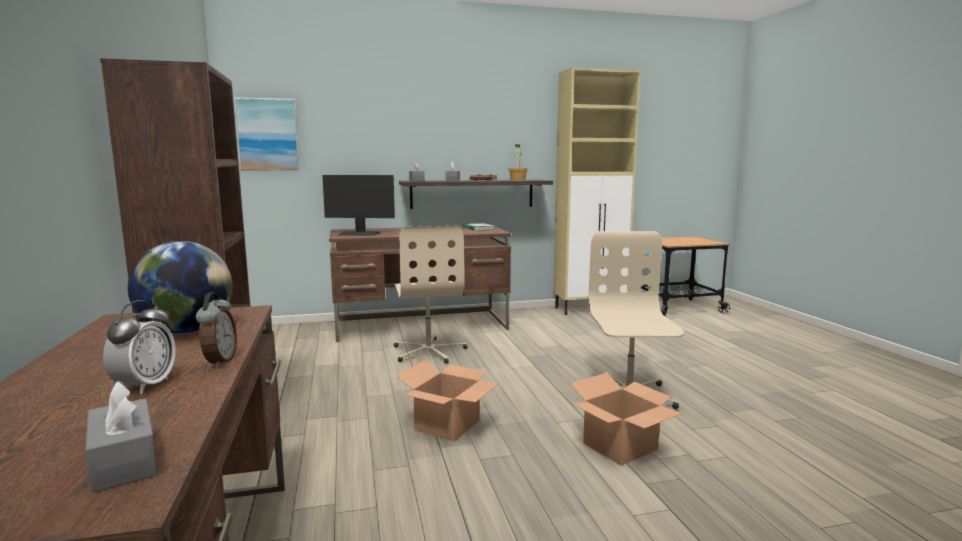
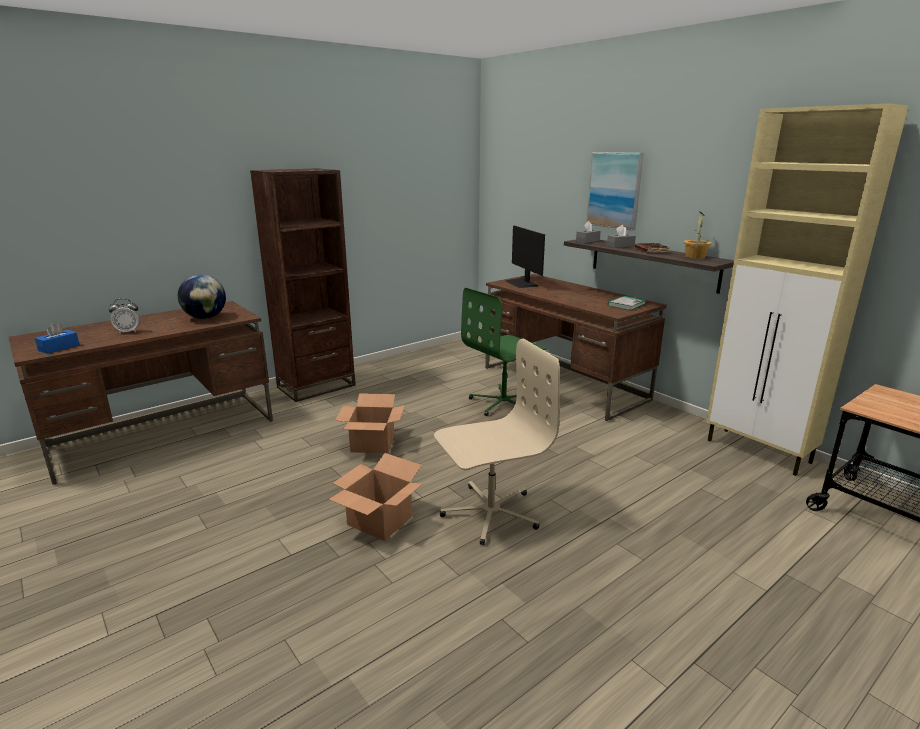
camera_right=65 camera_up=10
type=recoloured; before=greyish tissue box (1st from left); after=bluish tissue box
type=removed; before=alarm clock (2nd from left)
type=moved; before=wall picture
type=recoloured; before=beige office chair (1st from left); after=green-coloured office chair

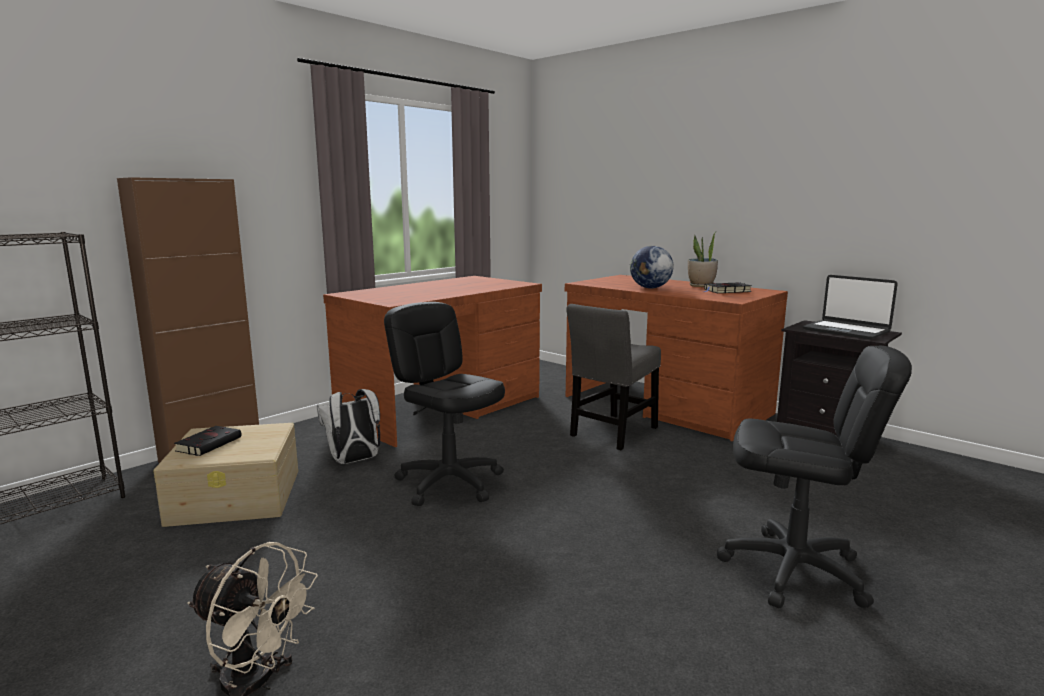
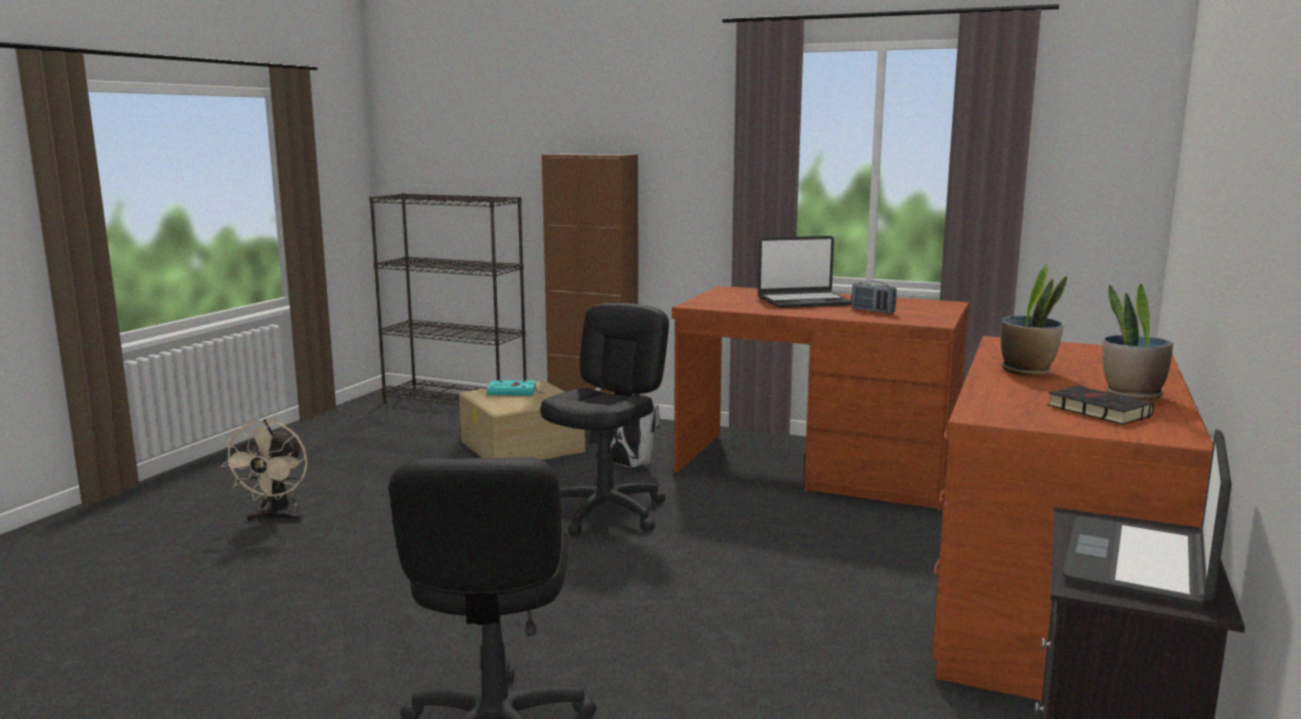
camera_right=70 camera_up=0
type=recoloured; before=black volume (1st from left); after=turquoise volume
type=removed; before=greyish plain chair
type=replaced; before=globe; after=houseplant (1st from left)
type=added; after=portable computer (1st from left)
type=added; after=radio receiver

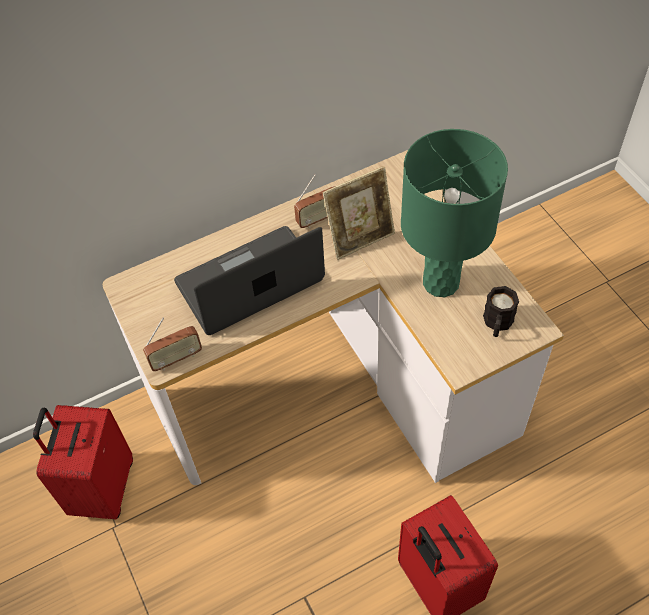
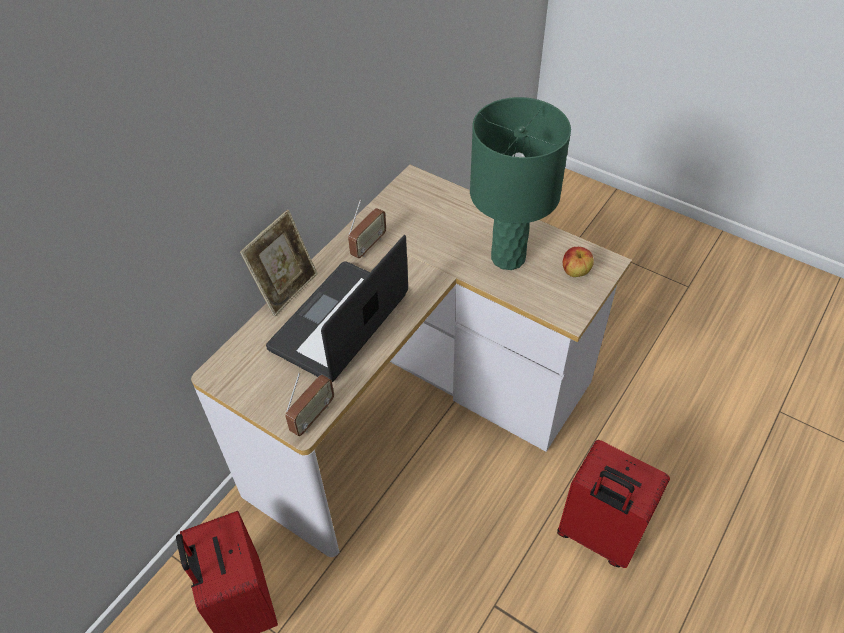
camera_right=-30 camera_up=-5
type=moved; before=picture frame
type=replaced; before=black coffee mug; after=apple

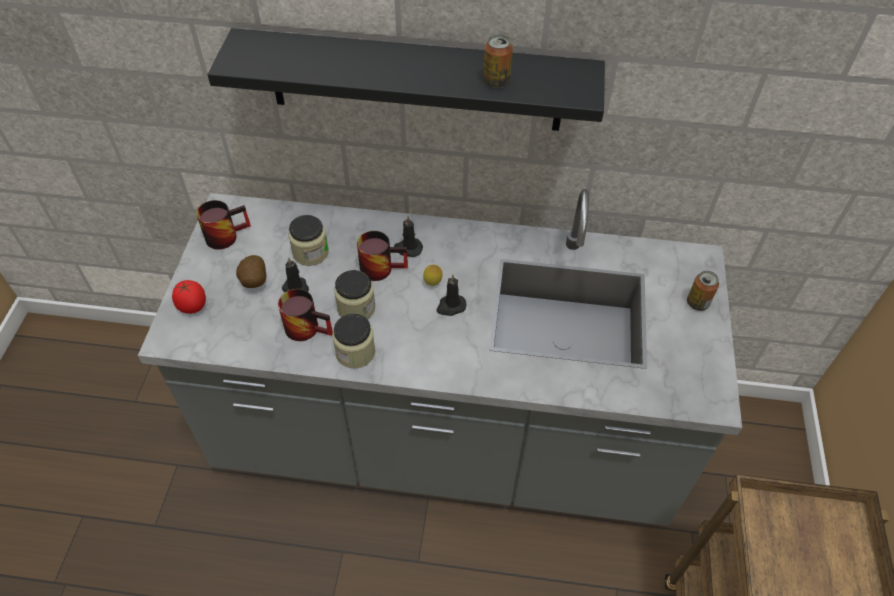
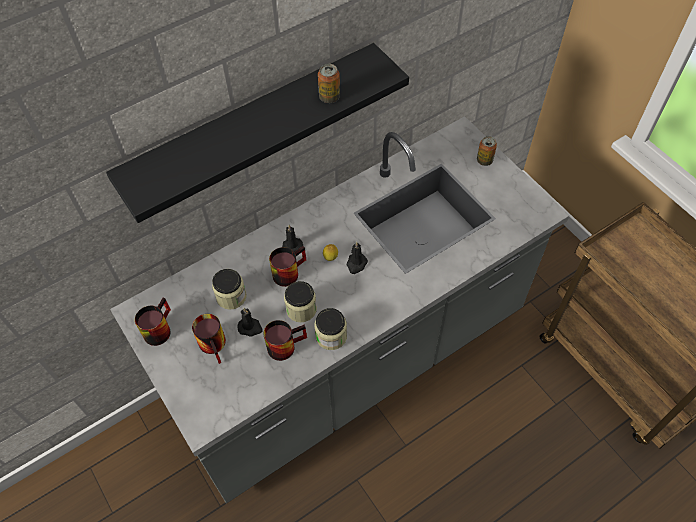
camera_right=-40 camera_up=5
type=removed; before=whole tomato
type=replaced; before=spud; after=coffee mug (2nd from left)

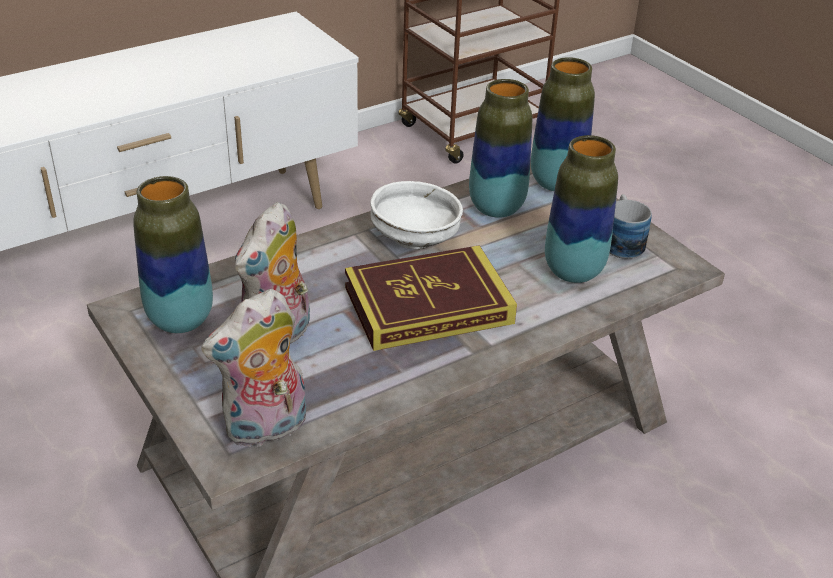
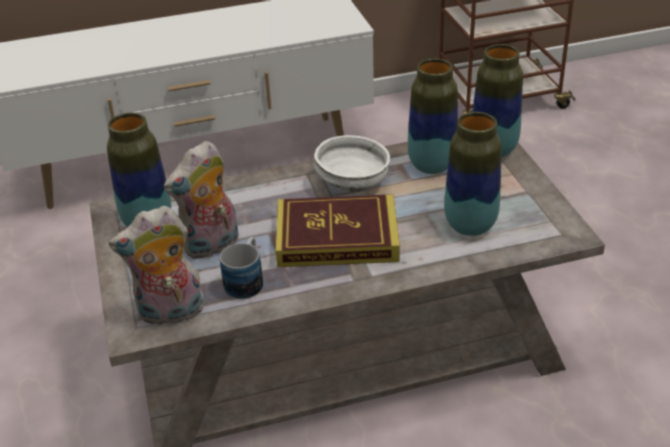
camera_right=20 camera_up=0
type=moved; before=coffee mug

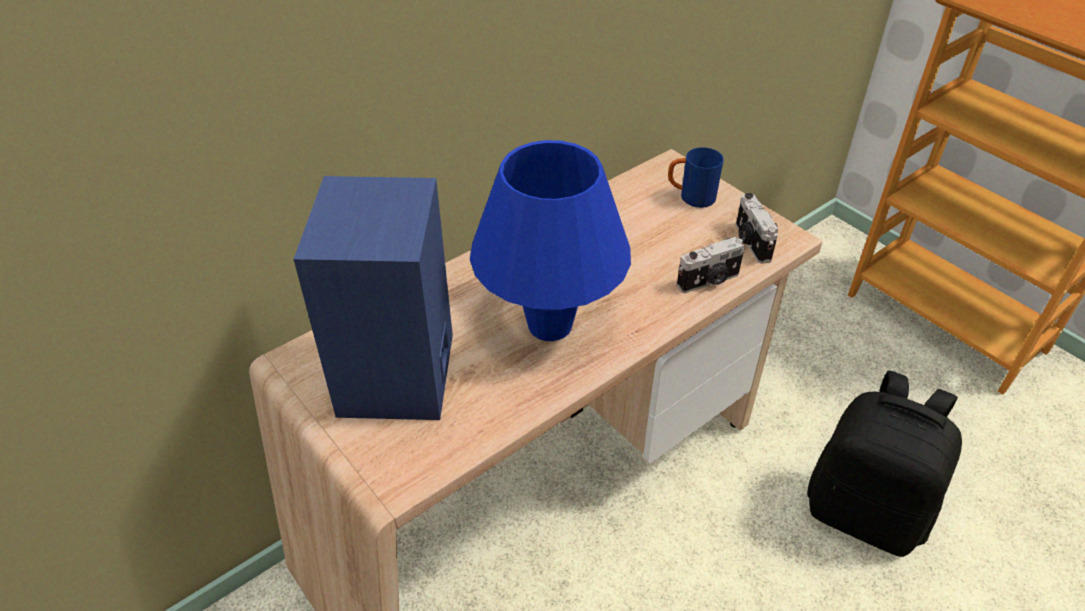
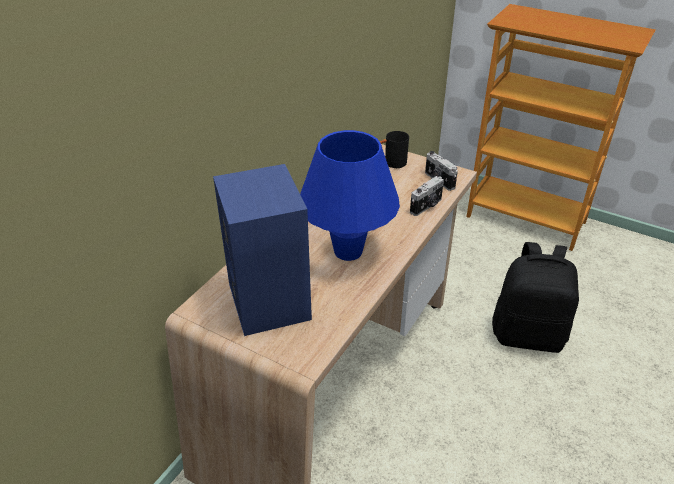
camera_right=-20 camera_up=-5
type=recoloured; before=bluish coffee mug; after=black coffee mug

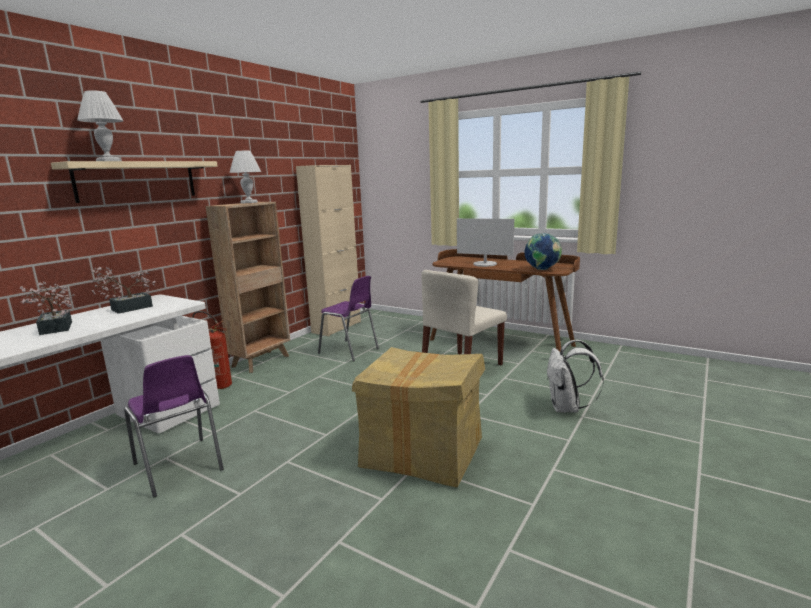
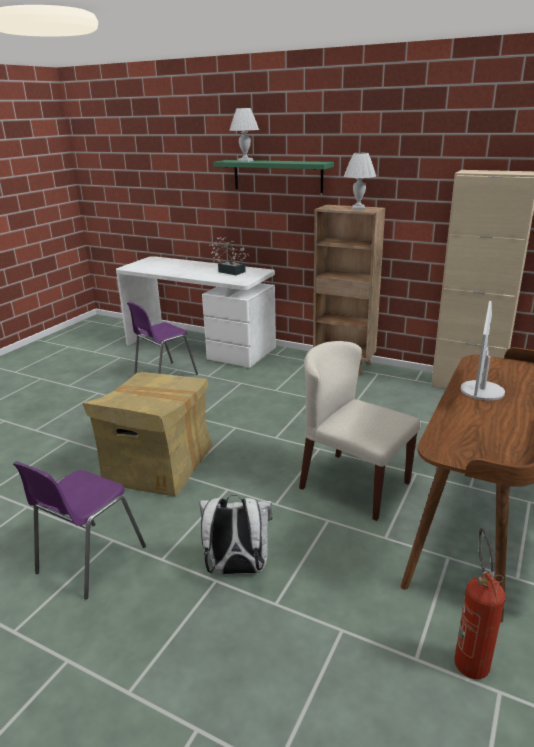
camera_right=85 camera_up=10
type=removed; before=houseplant (1st from left)
type=recoloured; before=beige wall shelf; after=green-coloured wall shelf
type=moved; before=fire-fighting cylinder
type=moved; before=purplish plain chair (2nd from left in the first image); after=purplish plain chair (1st from left)
type=removed; before=globe

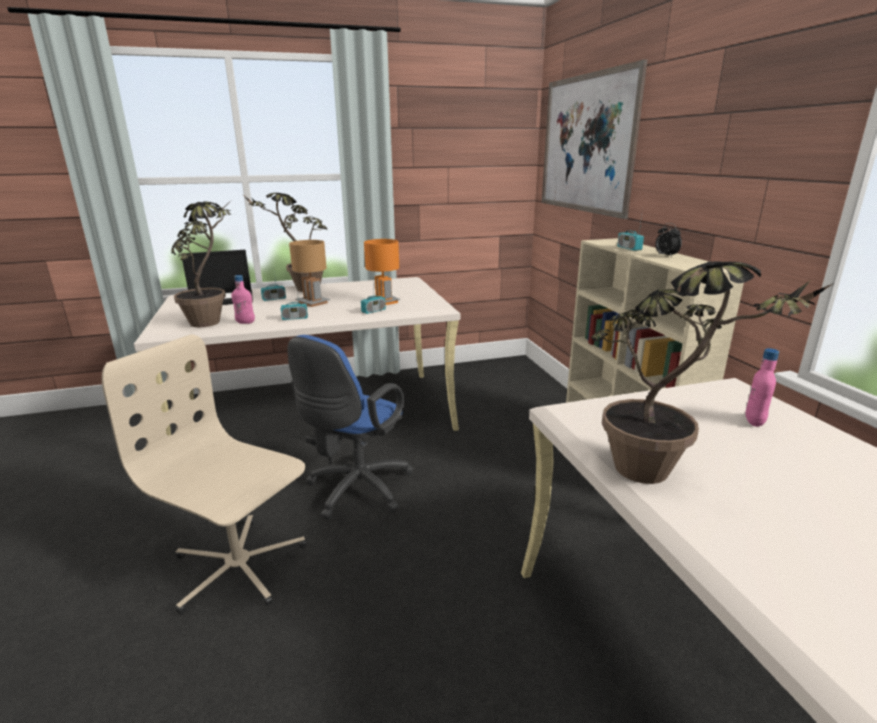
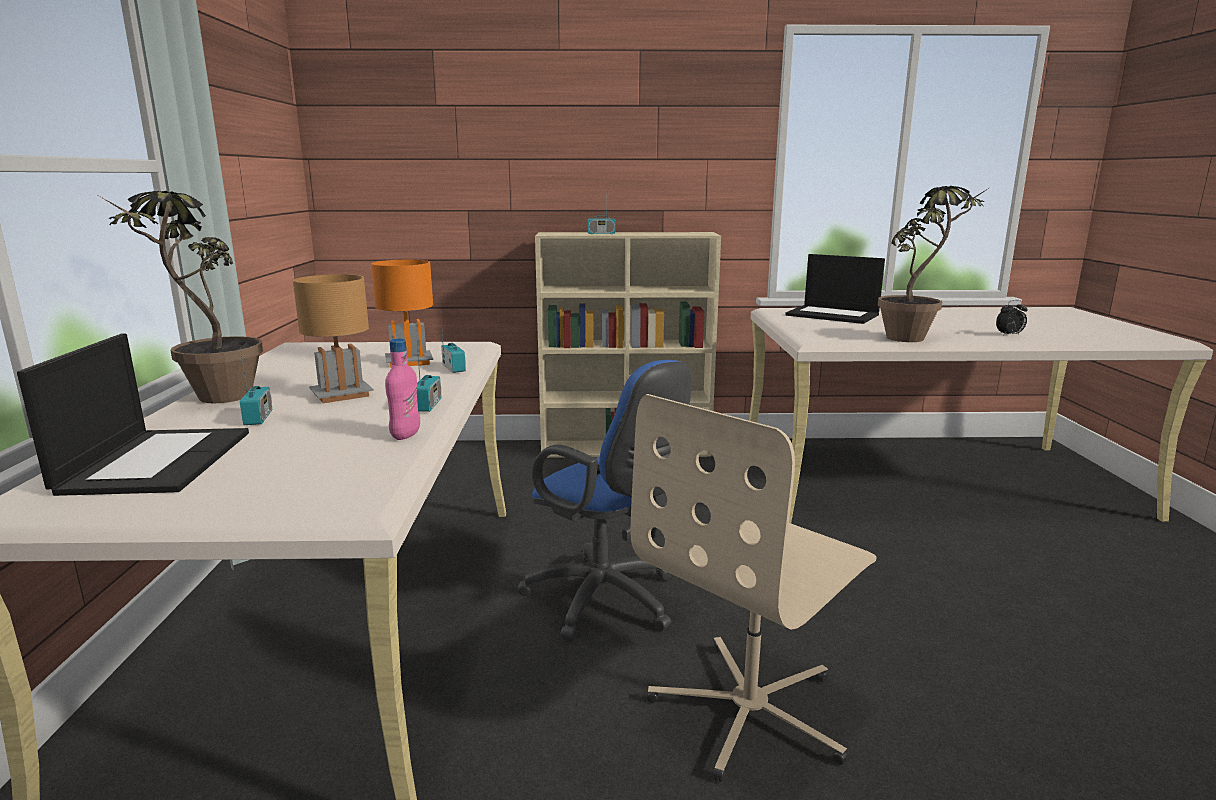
camera_right=-75 camera_up=-5
type=removed; before=houseplant (1st from left)
type=removed; before=wall picture
type=moved; before=alarm clock
type=replaced; before=pink bottle (2nd from left); after=portable computer (2nd from left)

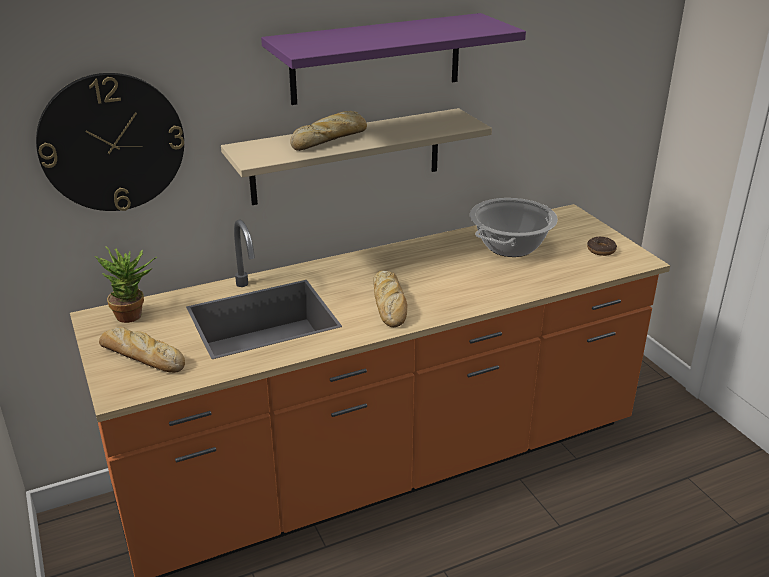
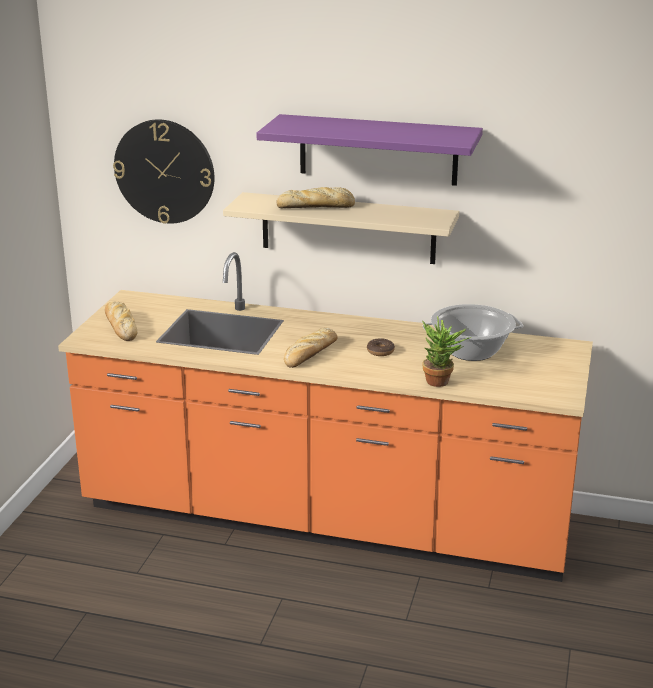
camera_right=40 camera_up=-5
type=moved; before=houseplant
type=moved; before=ring doughnut

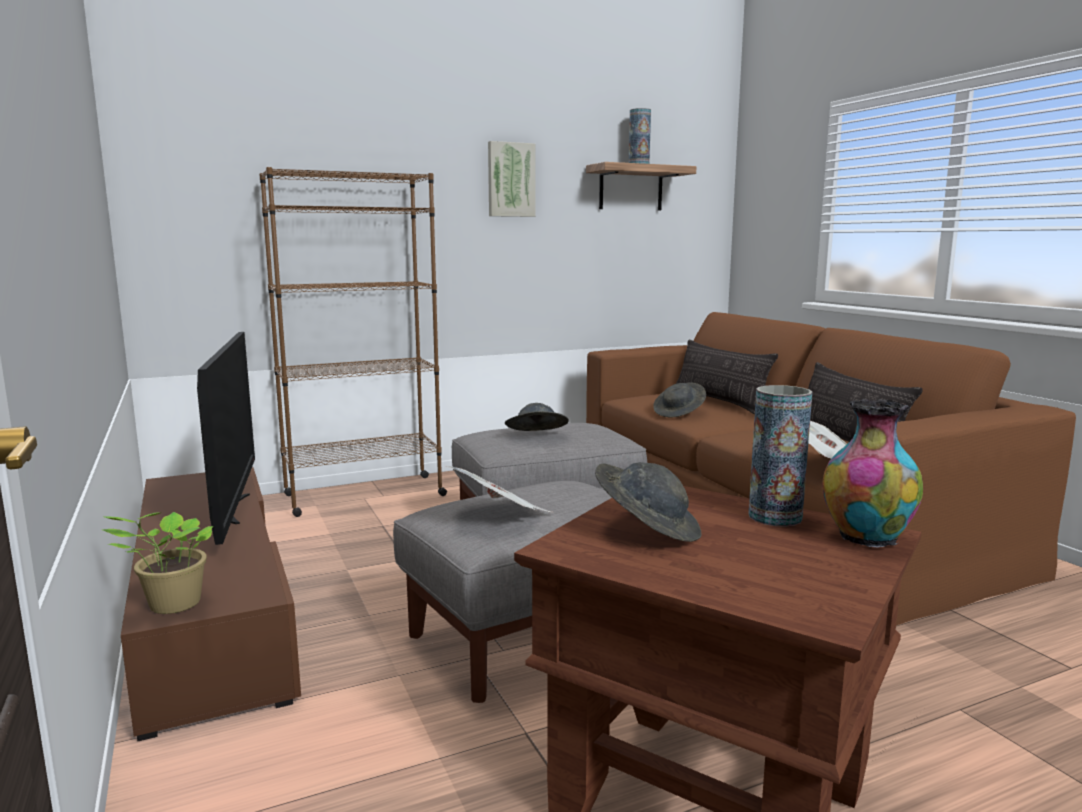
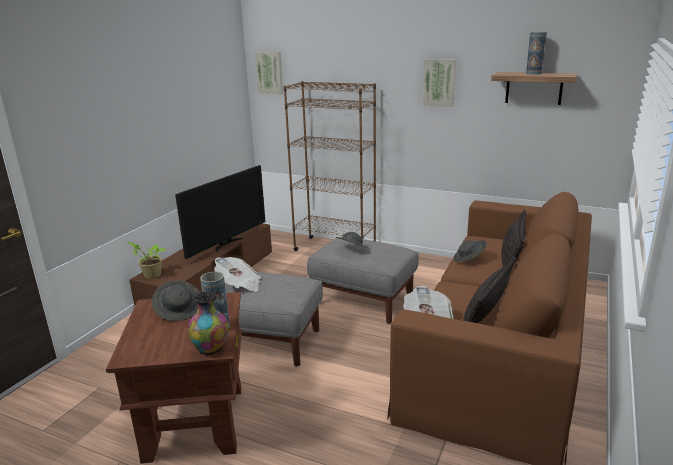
camera_right=50 camera_up=10
type=added; after=wall picture (1st from left)

